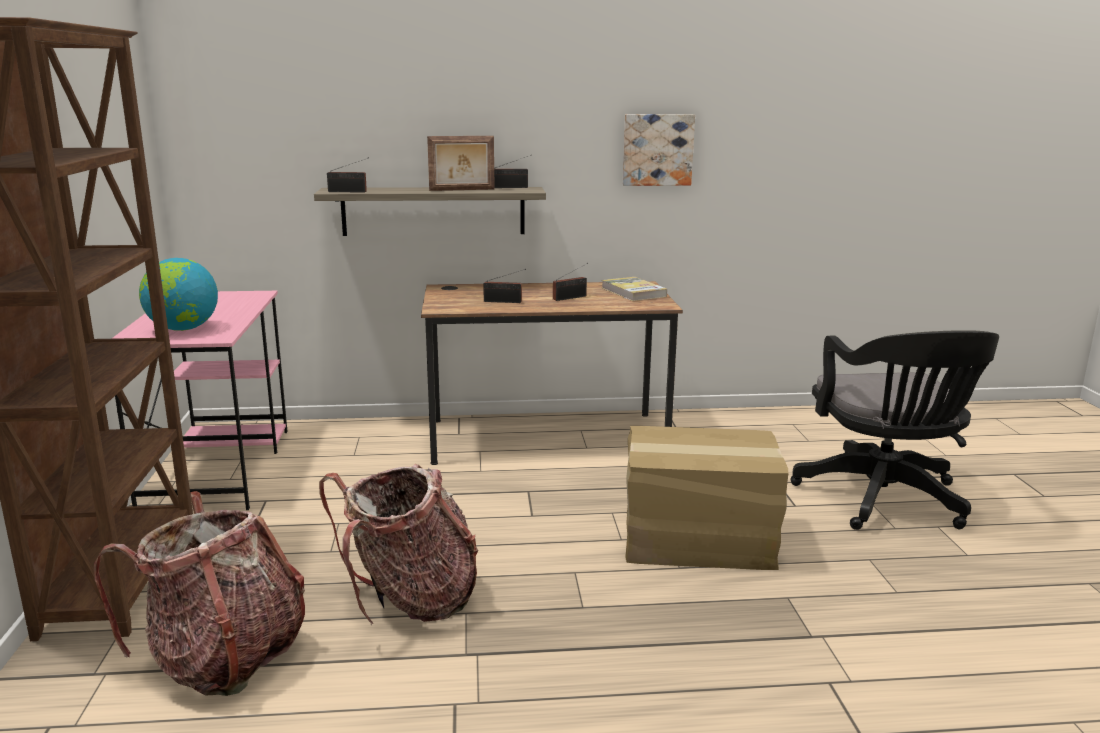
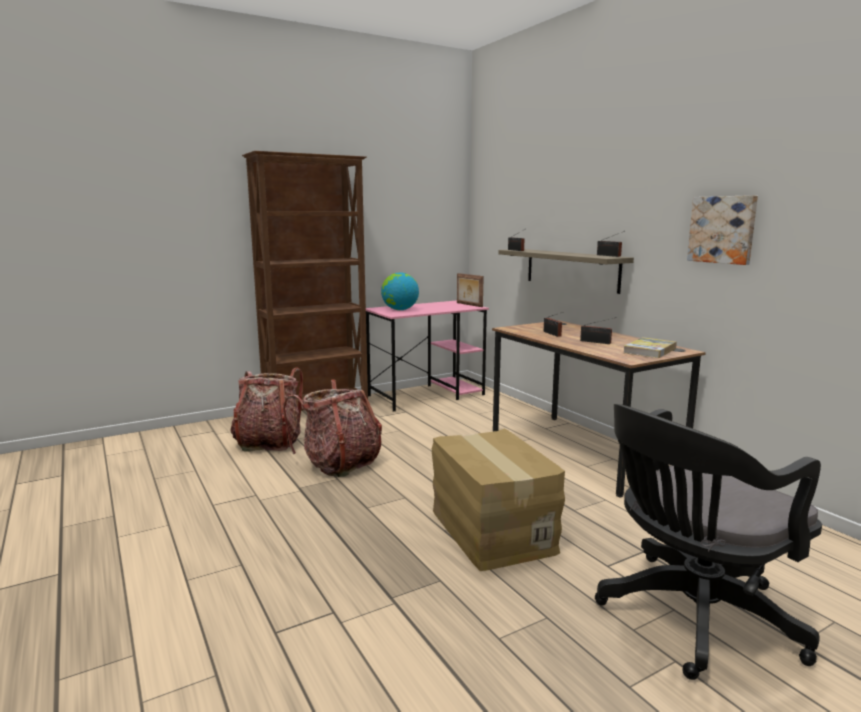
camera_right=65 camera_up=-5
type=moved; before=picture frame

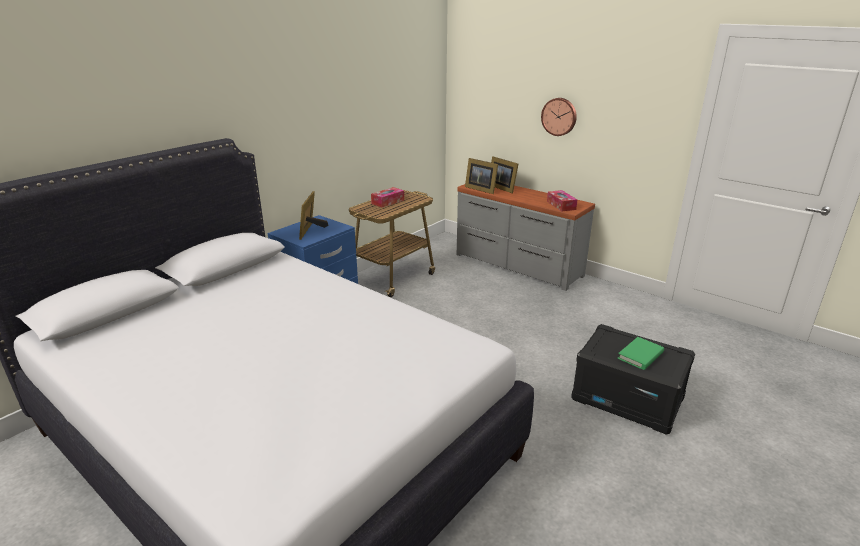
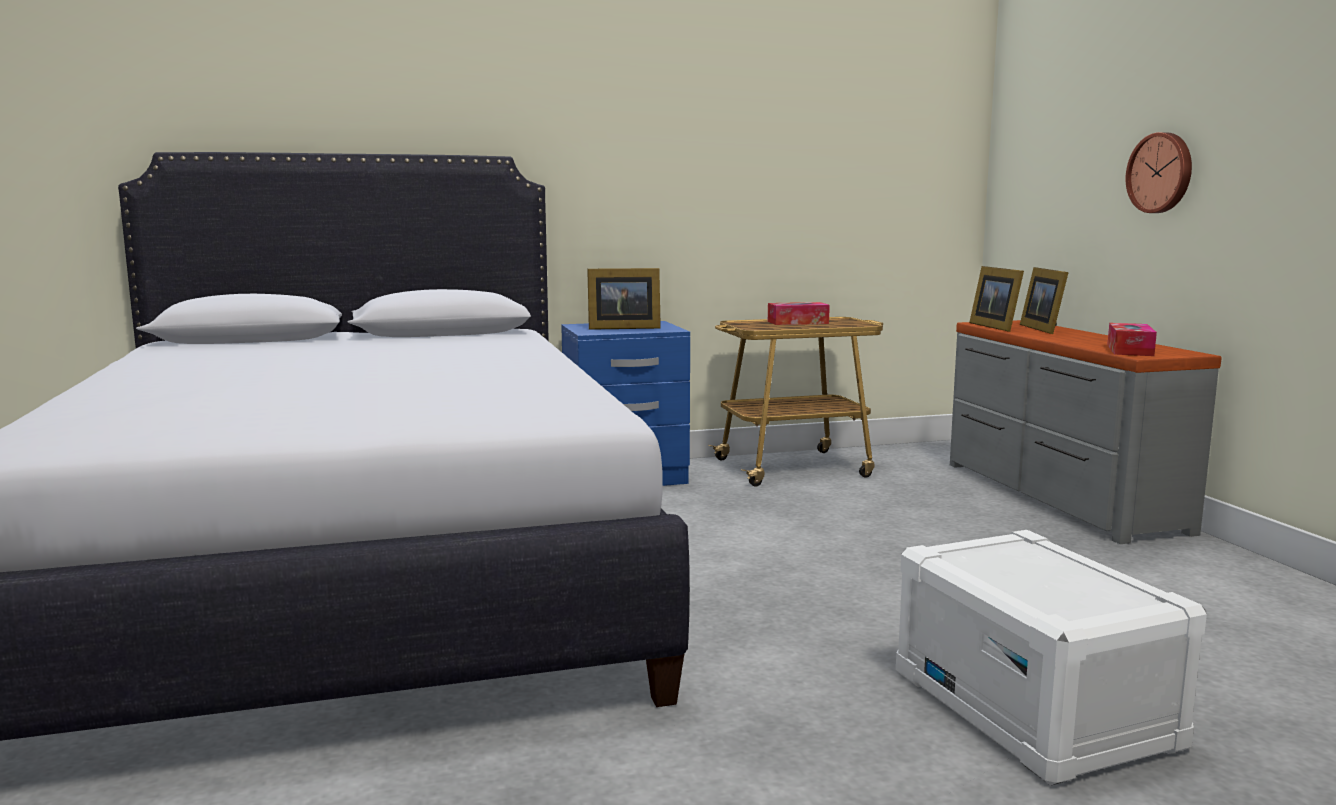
camera_right=35 camera_up=-15
type=turned; before=picture frame (1st from left); turn=-135
type=recoloured; before=black storage box; after=white-coloured storage box
type=removed; before=green-coloured volume

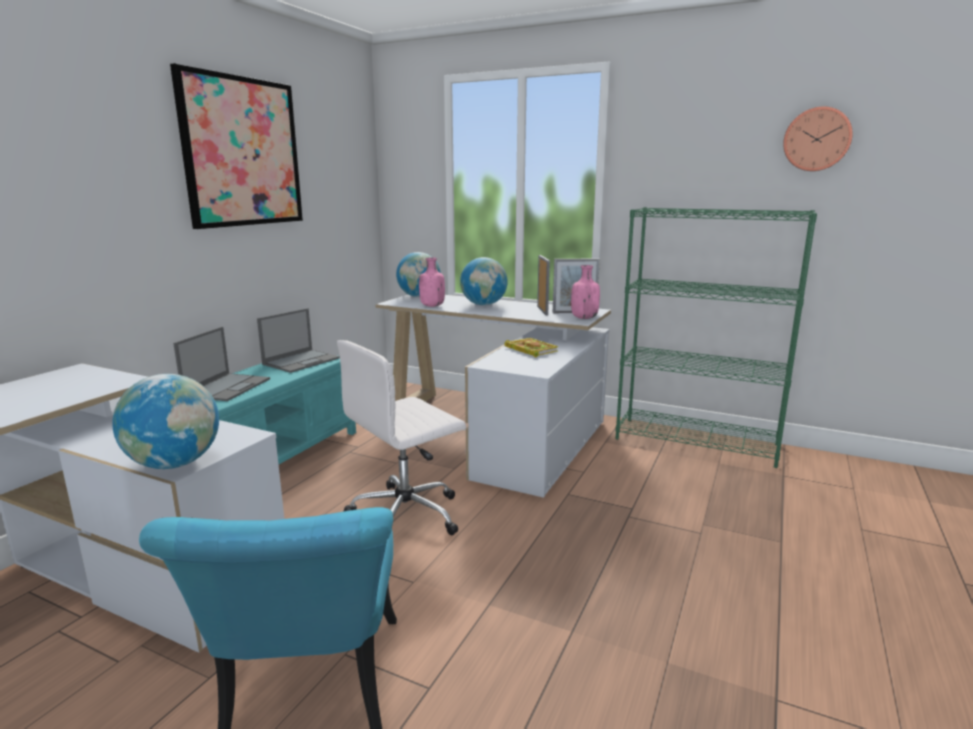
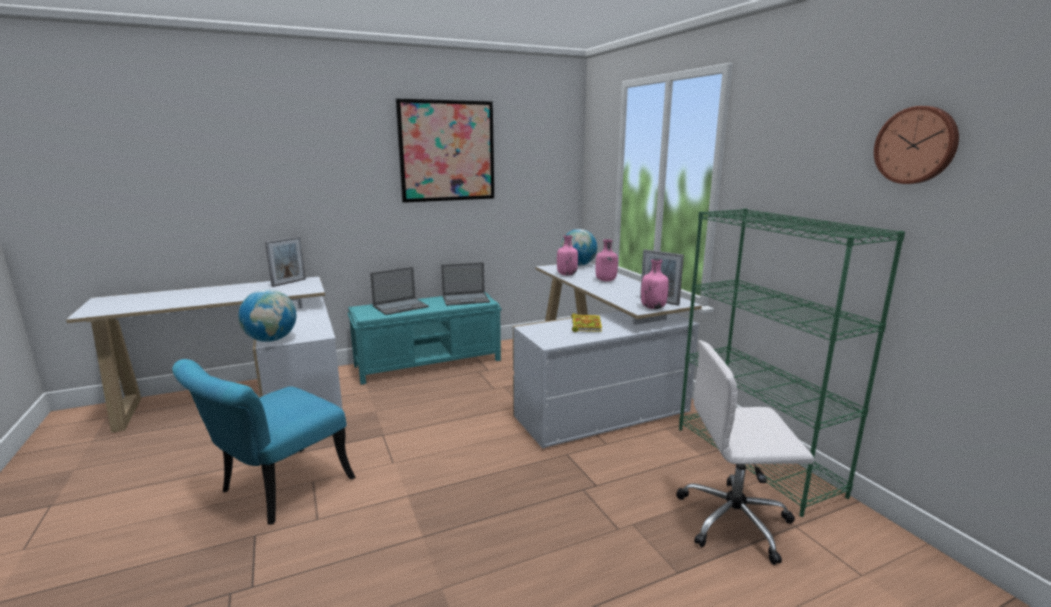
camera_right=40 camera_up=0
type=moved; before=white-coloured office chair
type=replaced; before=globe (3rd from left); after=pink bottle (2nd from left)
type=moved; before=picture frame (1st from left)

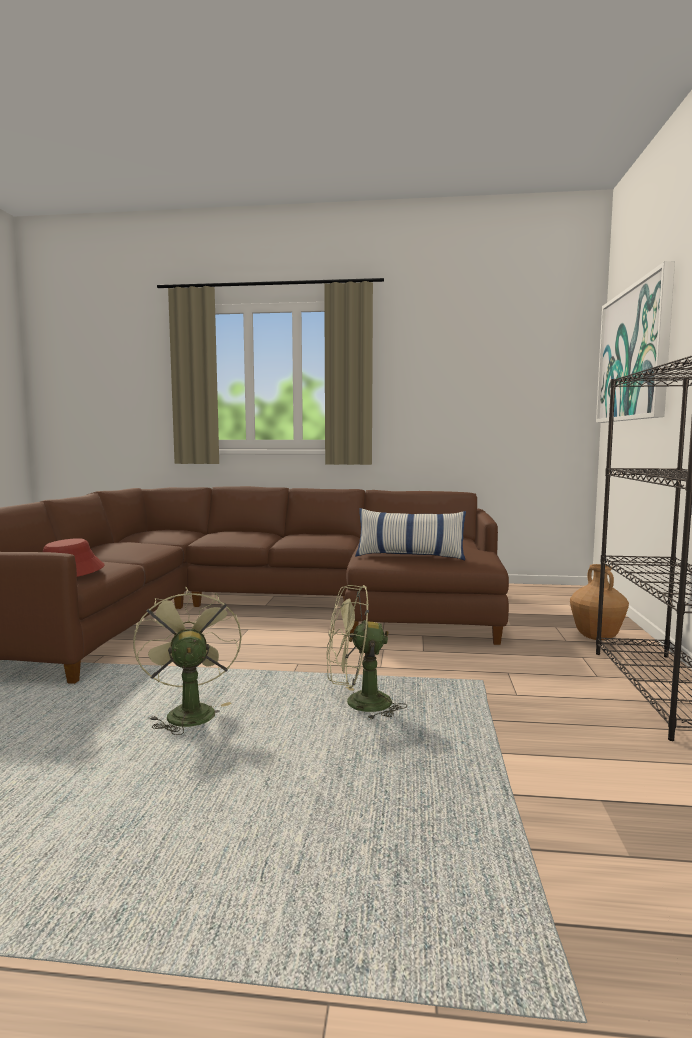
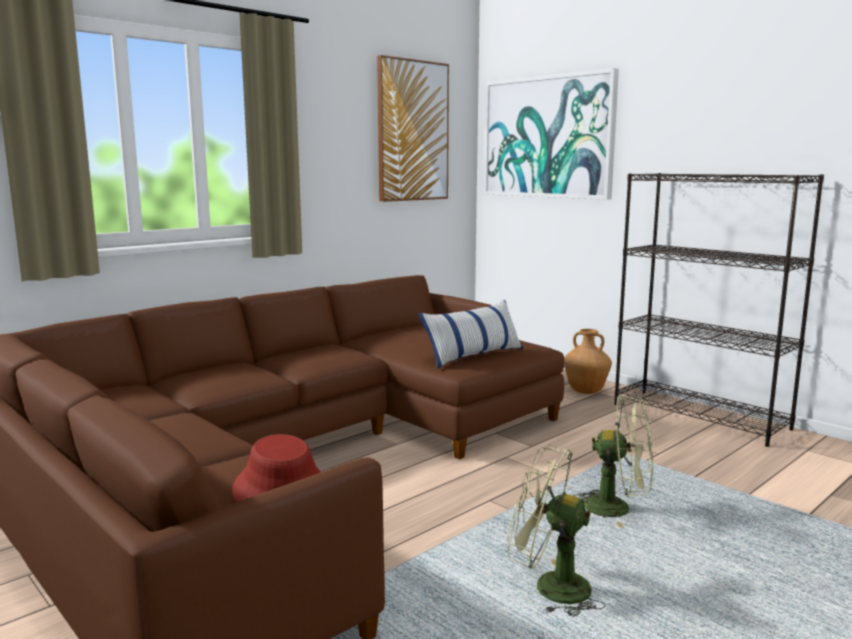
camera_right=-50 camera_up=5
type=turned; before=green-coloured cooling fan (2nd from left); turn=-105
type=added; after=wall picture (1st from left)

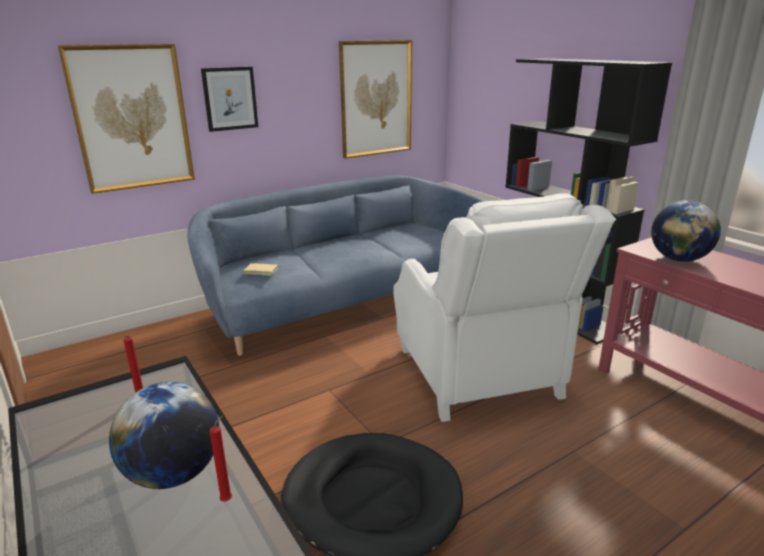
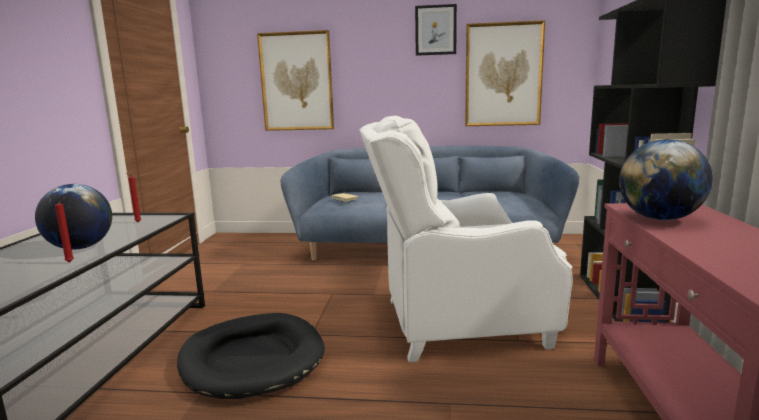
camera_right=40 camera_up=-10
type=moved; before=wall picture (2nd from left)
type=turned; before=white-coloured easy chair; turn=60

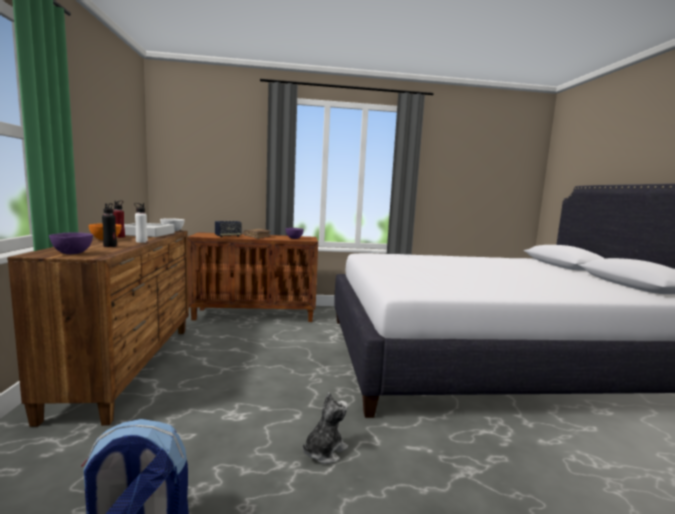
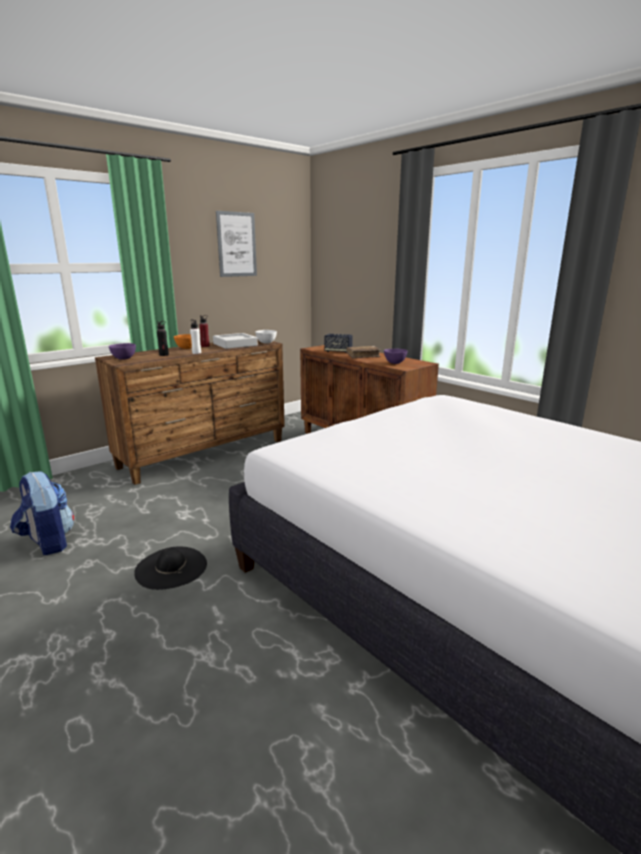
camera_right=55 camera_up=10
type=replaced; before=soft toy; after=black clothing hat
type=added; after=wall picture

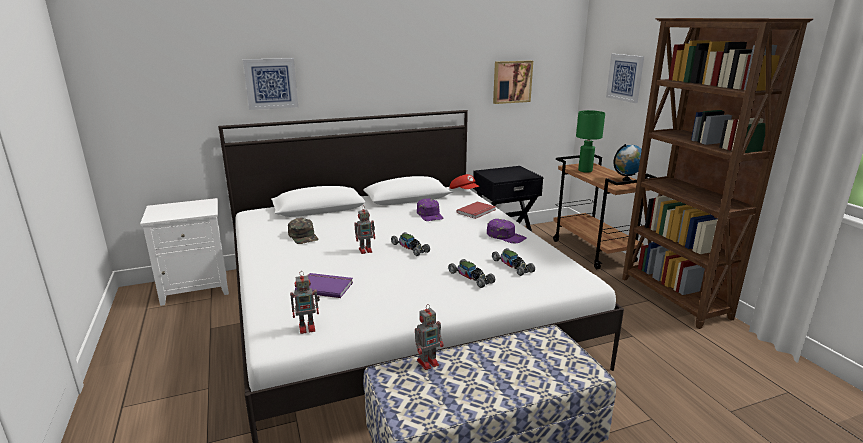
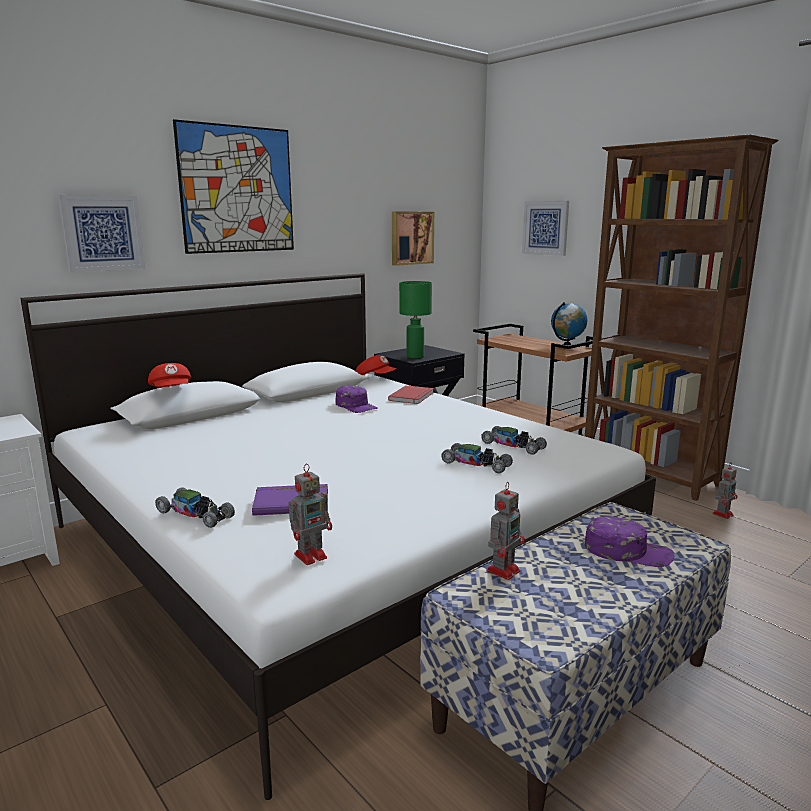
camera_right=-20 camera_up=-5
type=removed; before=green-coloured peaked cap
type=moved; before=robot figure (2nd from left in the first image); after=robot figure (3rd from left)
type=moved; before=toy car (1st from left)
type=moved; before=purplish peaked cap (2nd from left)
type=moved; before=green-coloured lamp for a table
type=added; after=reddish peaked cap (1st from left)
type=added; after=wall picture (2nd from left)

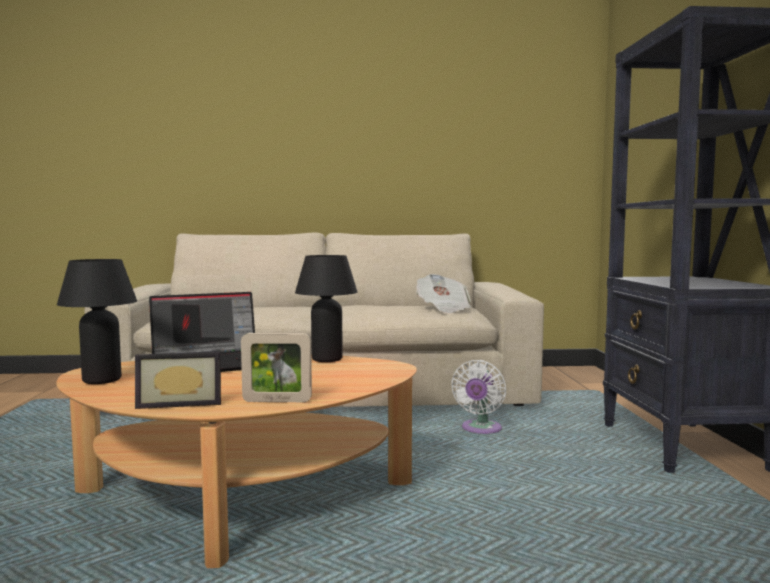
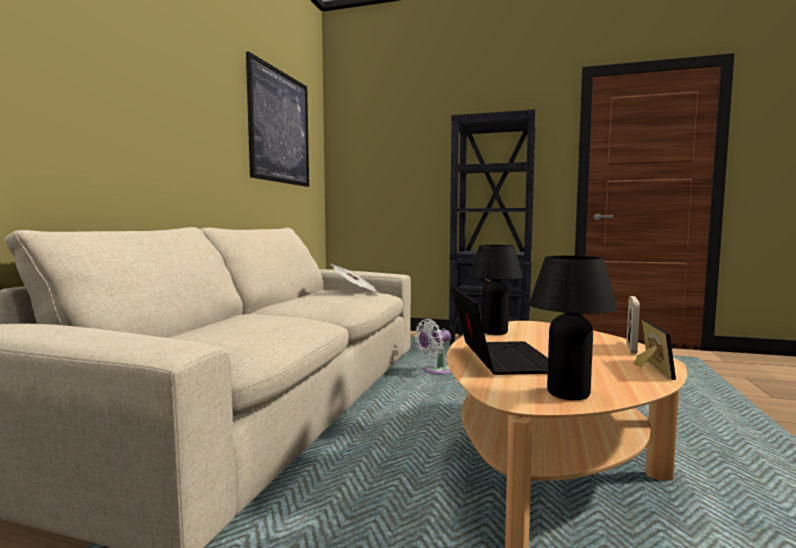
camera_right=-70 camera_up=0
type=turned; before=white-coloured cooling fan; turn=105
type=added; after=wall picture

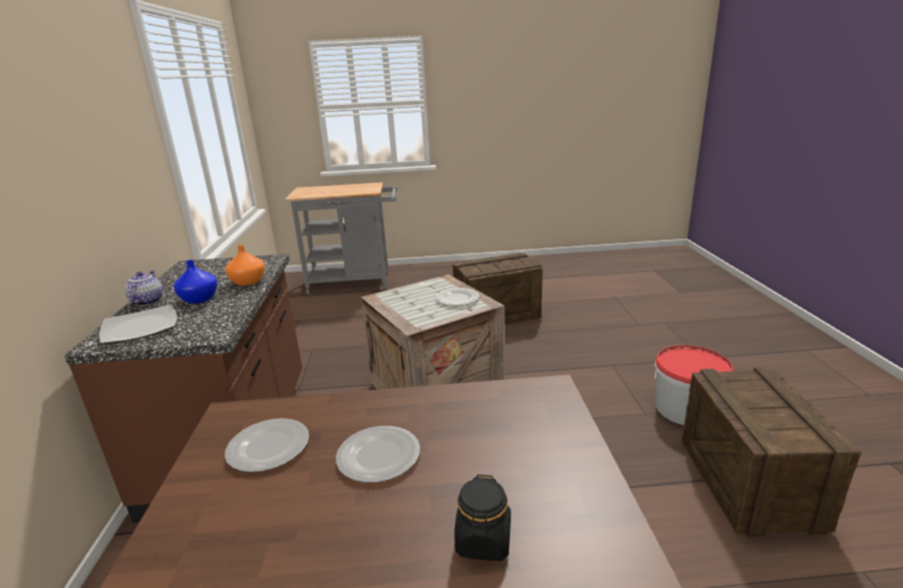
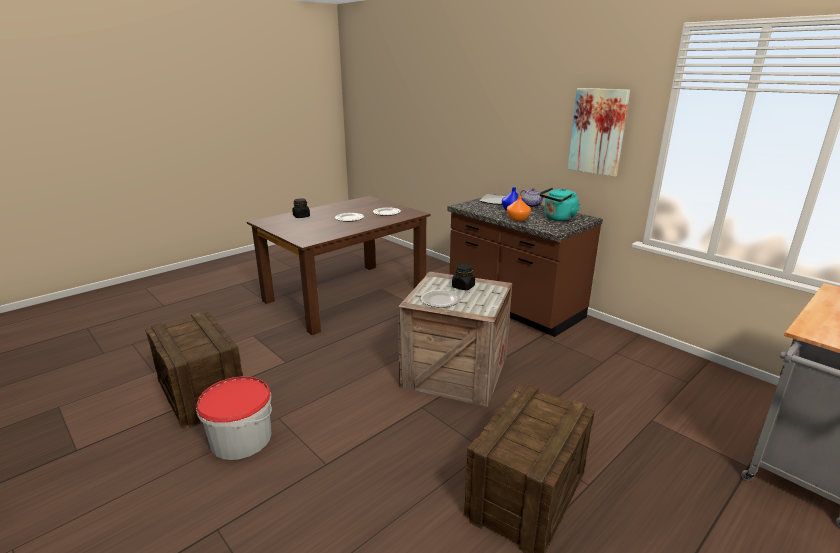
camera_right=140 camera_up=0
type=added; after=black preserve jar (2nd from left)
type=added; after=turquoise water kettle
type=added; after=wall picture

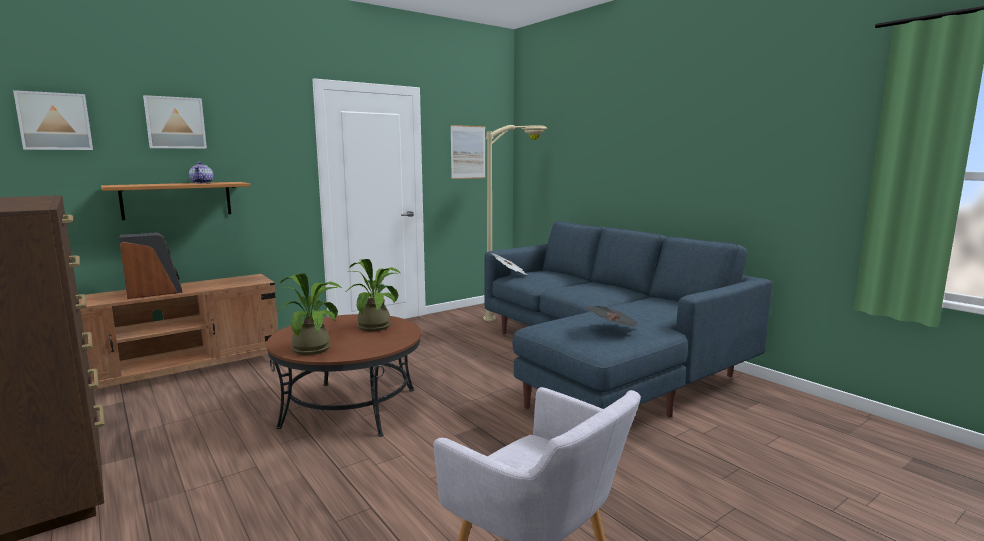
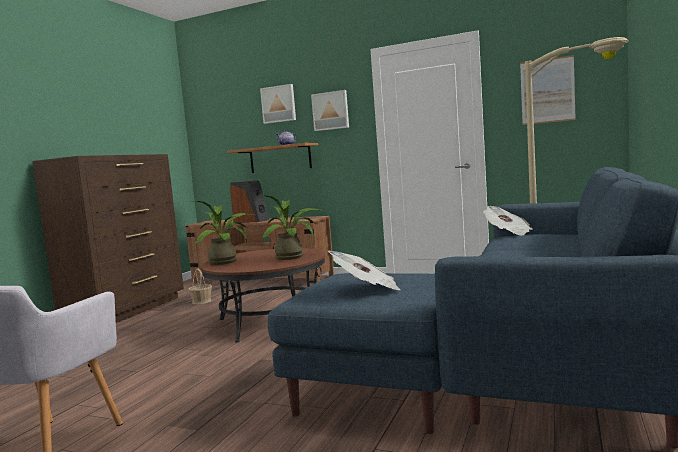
camera_right=60 camera_up=-5
type=moved; before=wall picture (1st from left in the first image); after=wall picture (2nd from left)
type=added; after=basket

